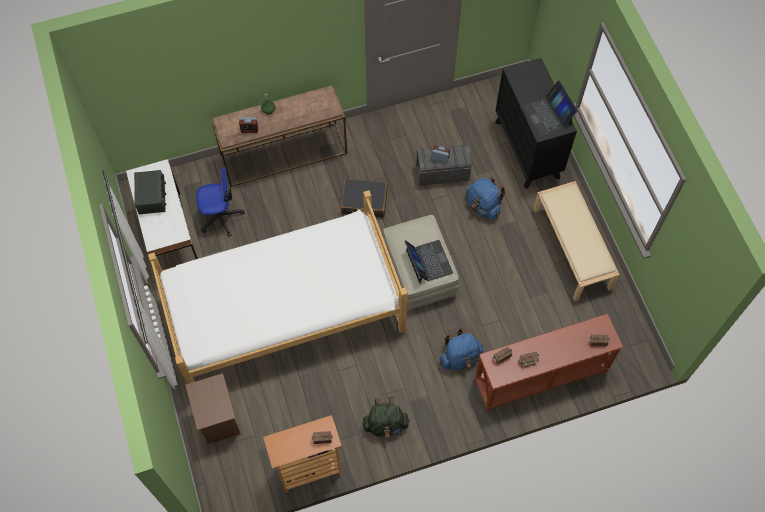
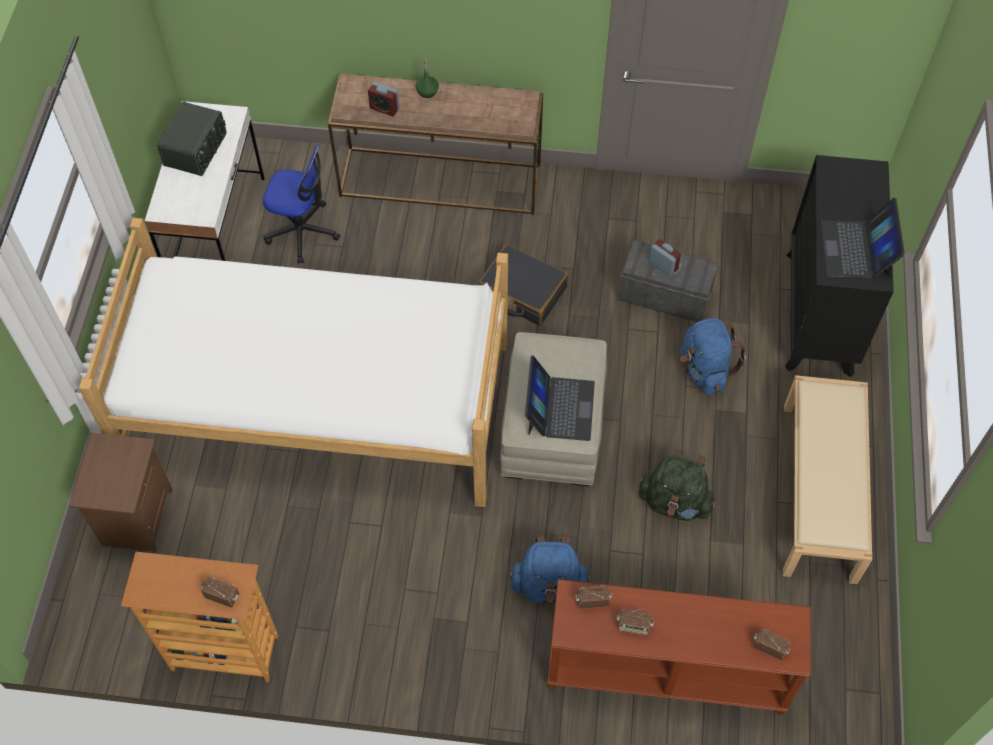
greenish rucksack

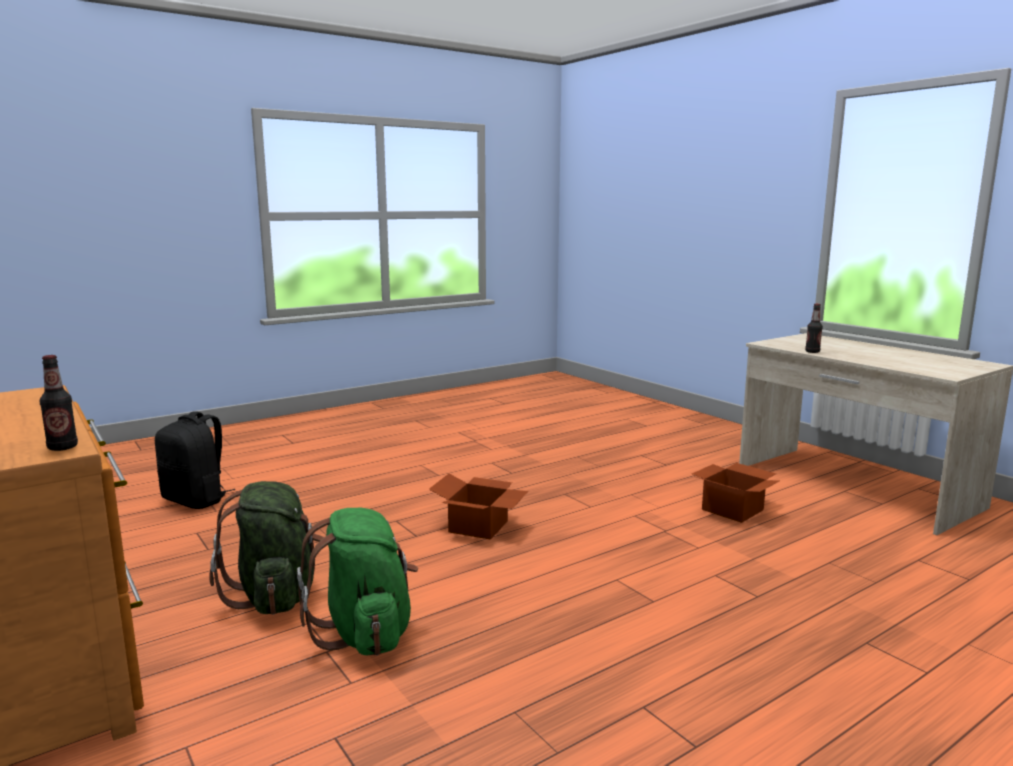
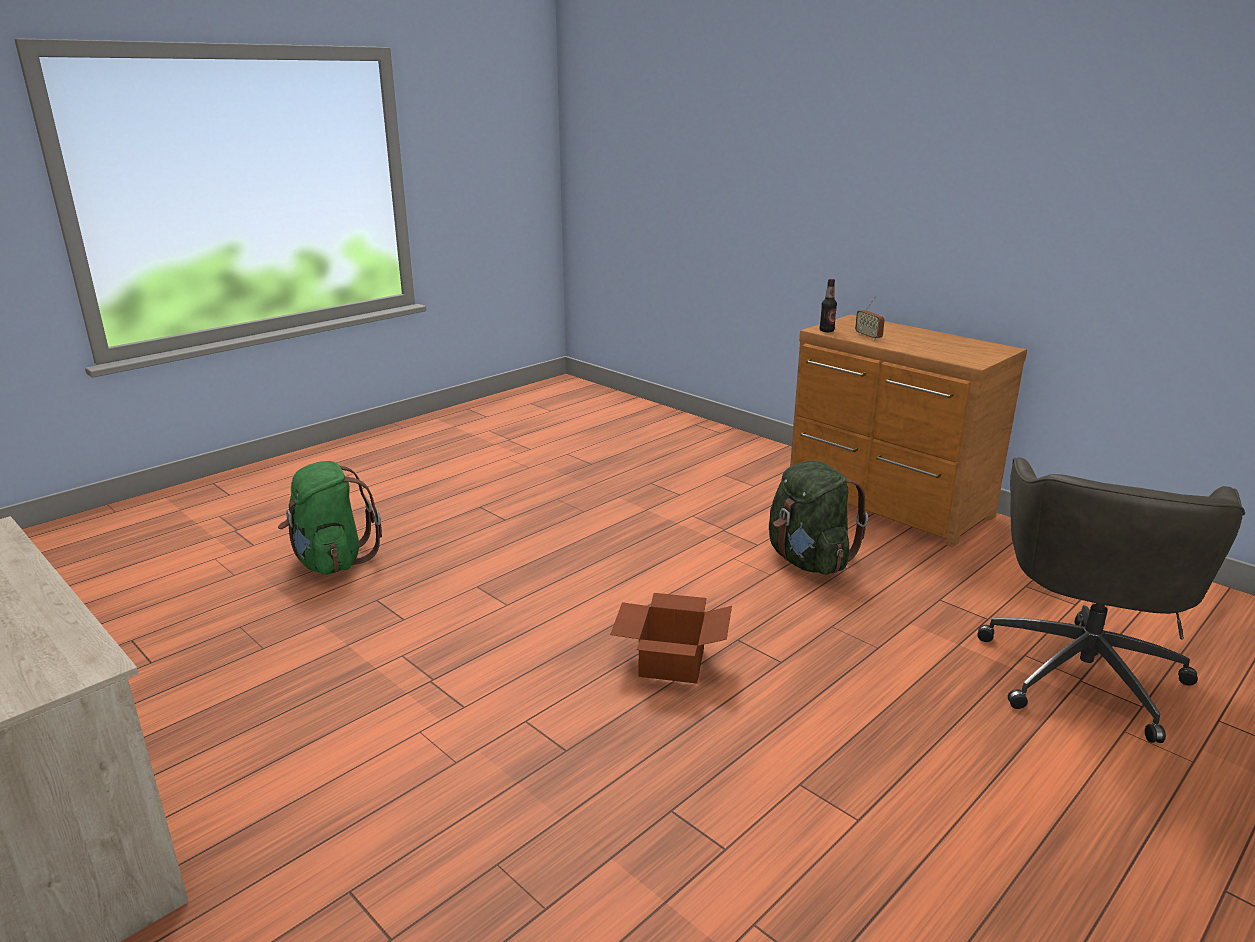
greenish rucksack (no. 1 from left)
radio set
gray desk chair
cardboard box (no. 2 from left in the first image)
drink bottle (no. 2 from left in the first image)

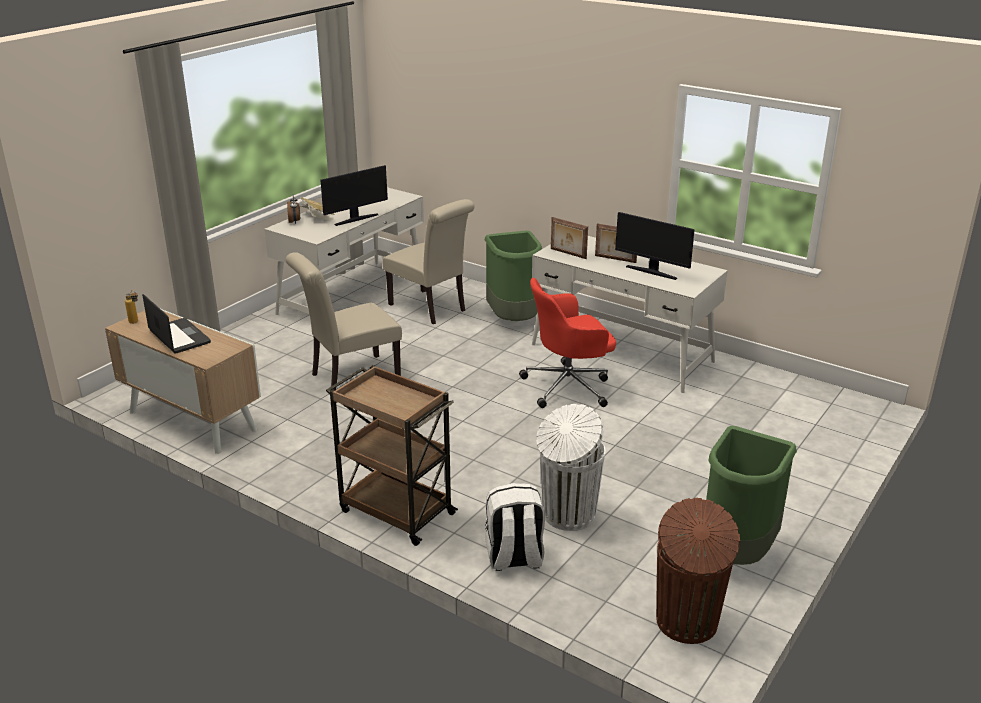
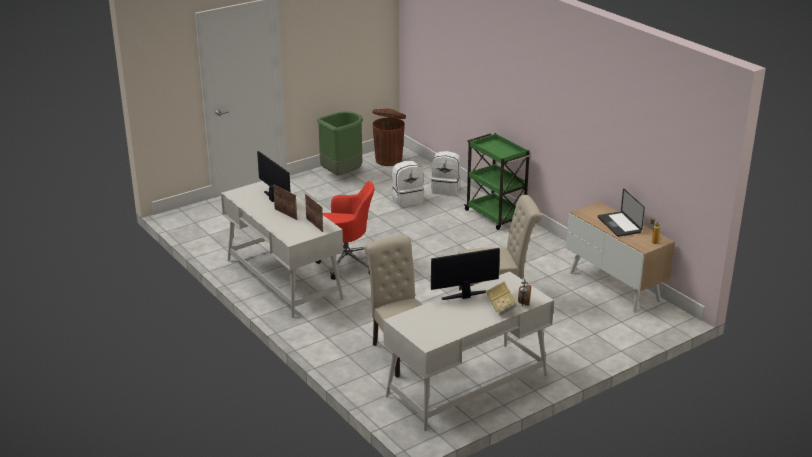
white-coloured rucksack (no. 1 from left)
greenish wheeled cart
greenish waste bin (no. 1 from left in the first image)

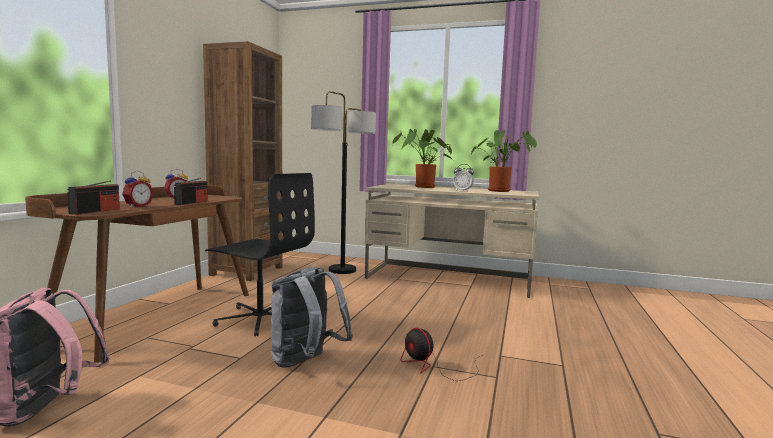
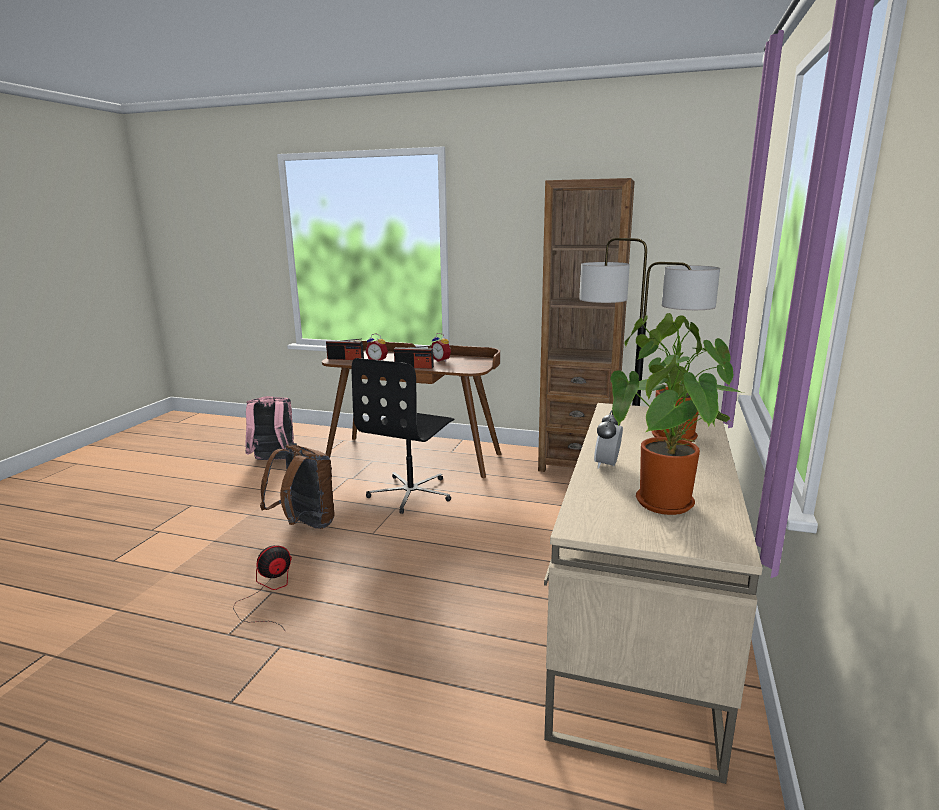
brown-coloured rucksack

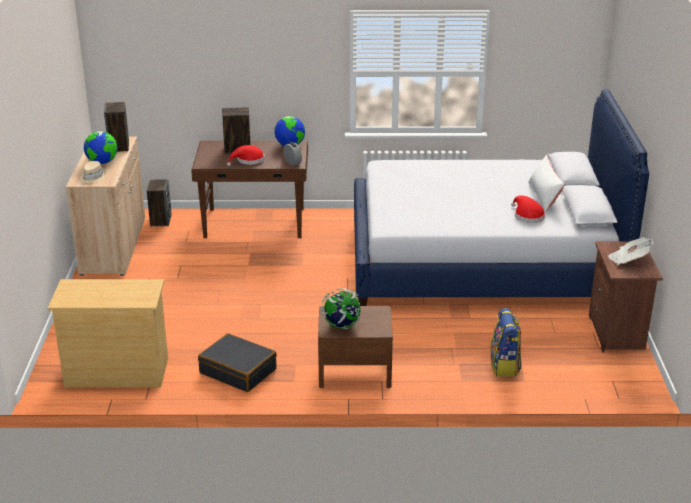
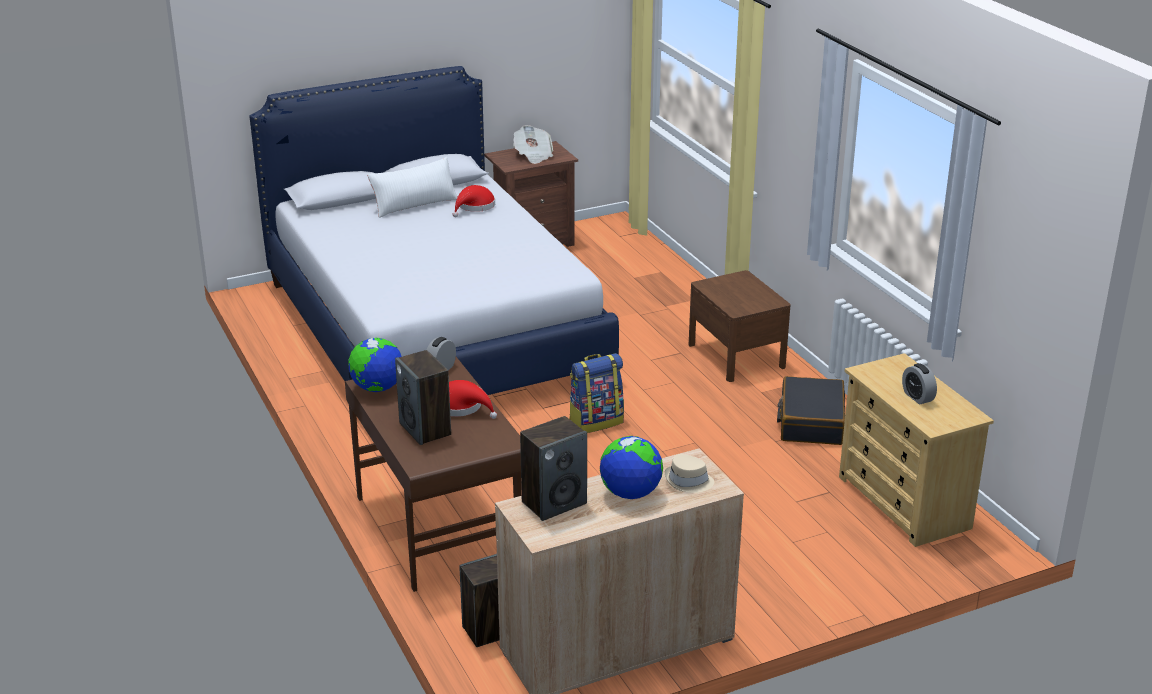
rucksack
bedside clock (no. 2 from left)
globe (no. 3 from left in the first image)

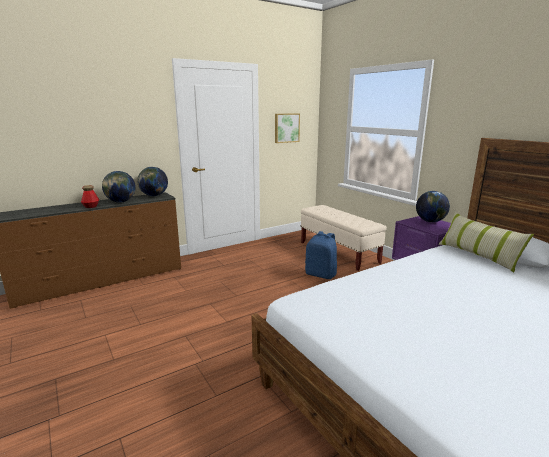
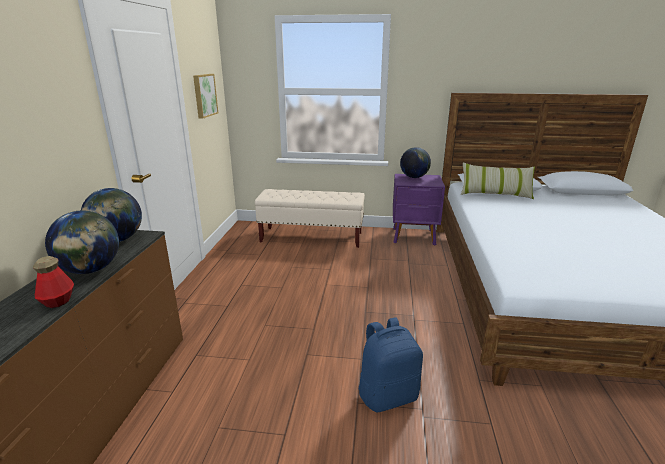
bluish rucksack

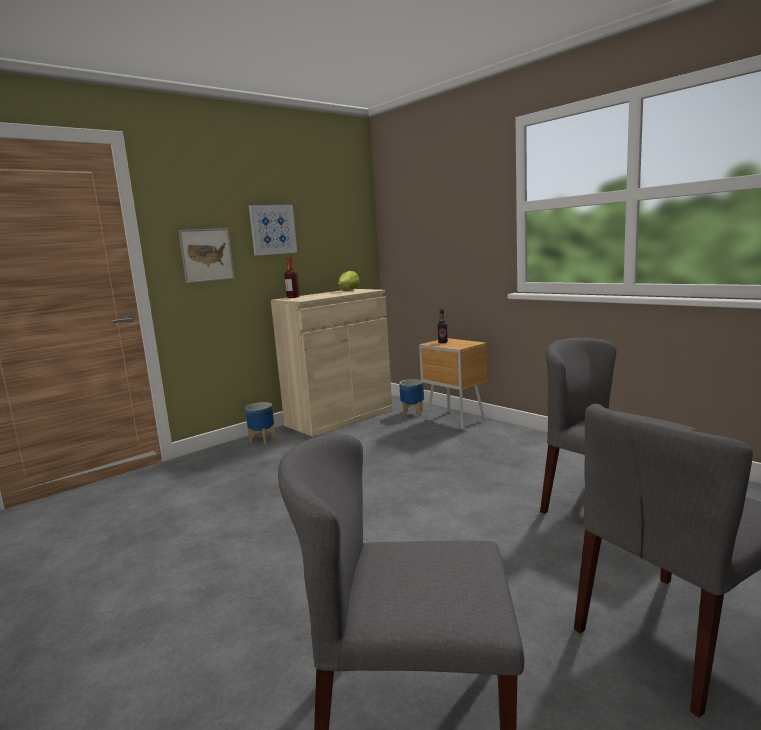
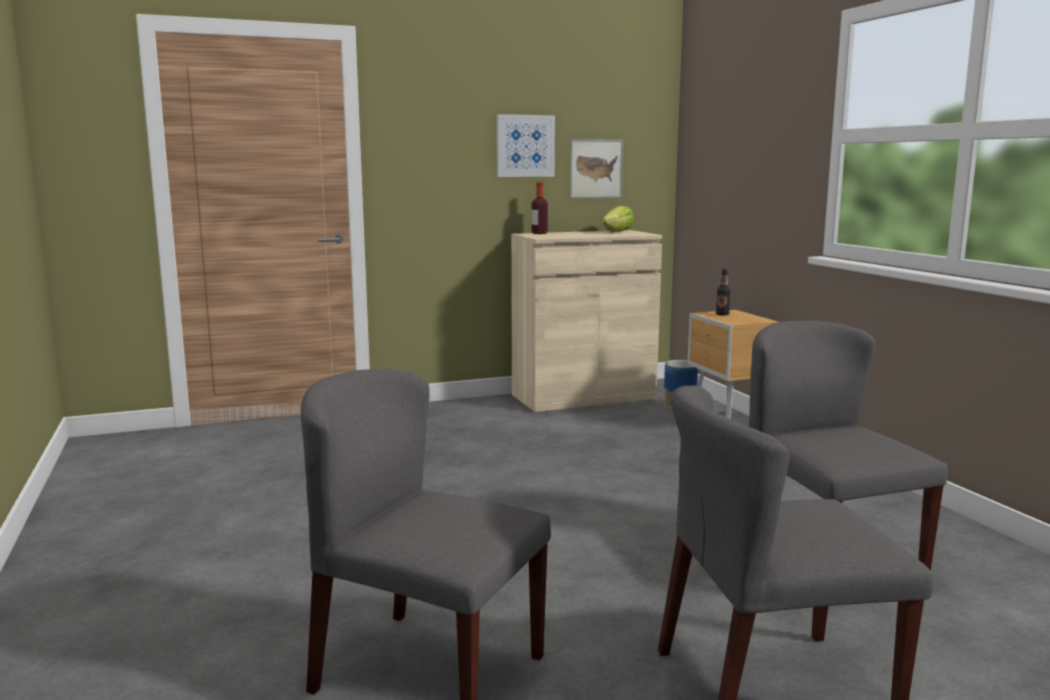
wall art (no. 2 from left)
flower pot (no. 1 from left in the first image)

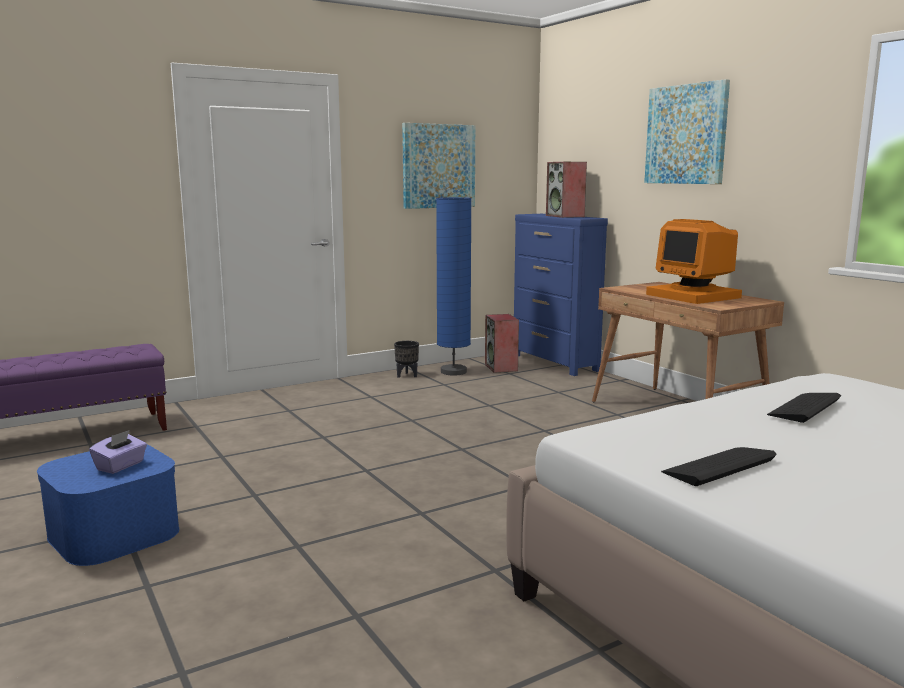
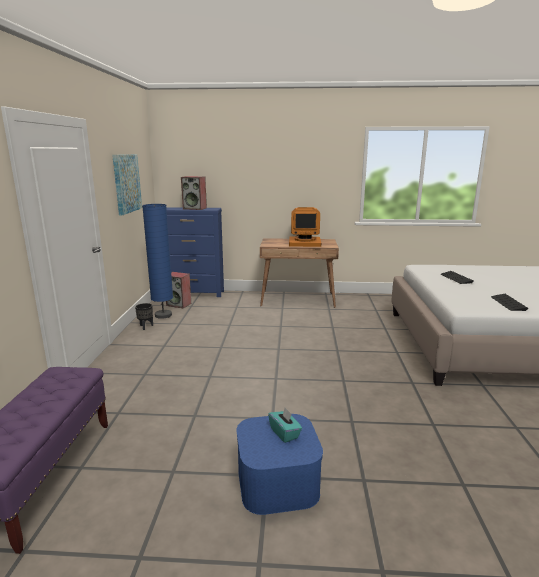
turquoise box of tissues
wall art (no. 2 from left in the first image)

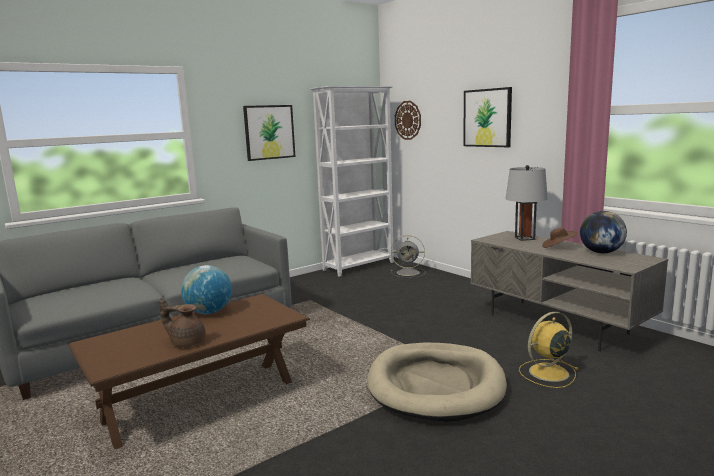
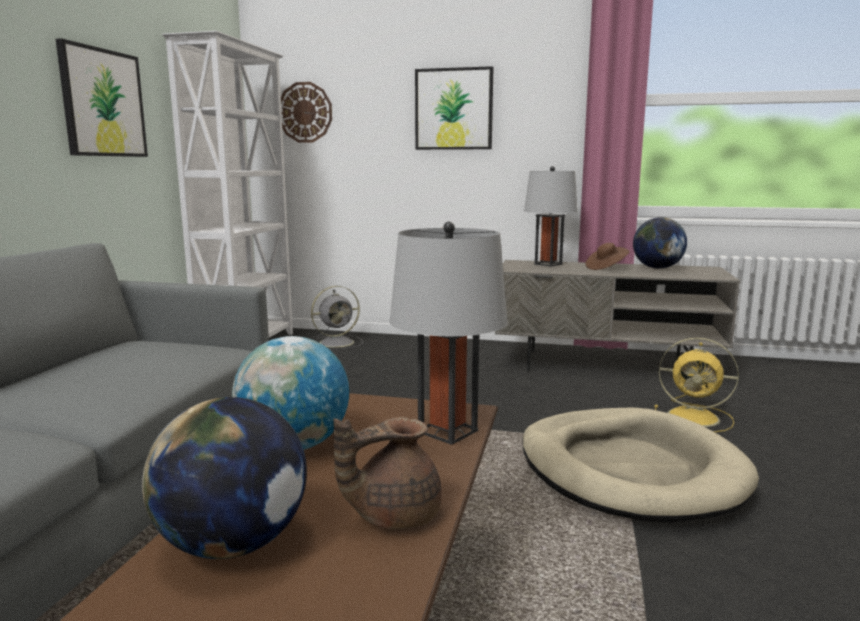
globe (no. 1 from left)
gray table lamp (no. 1 from left)
yellow fan

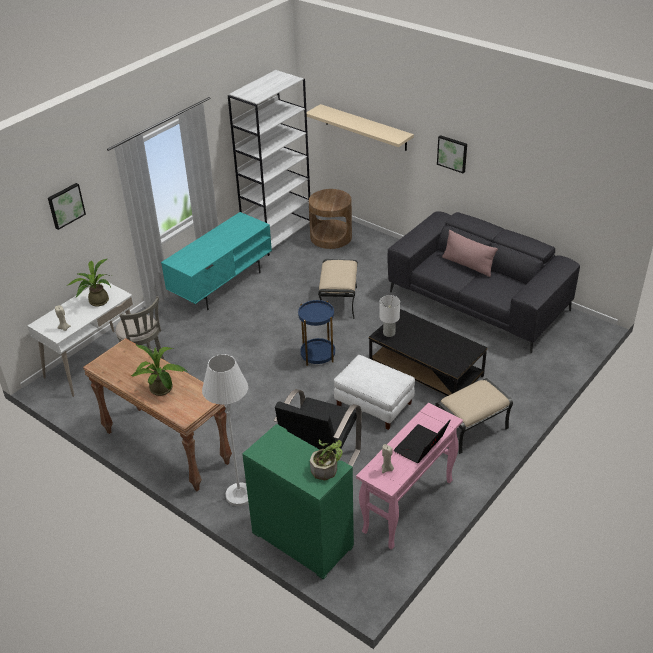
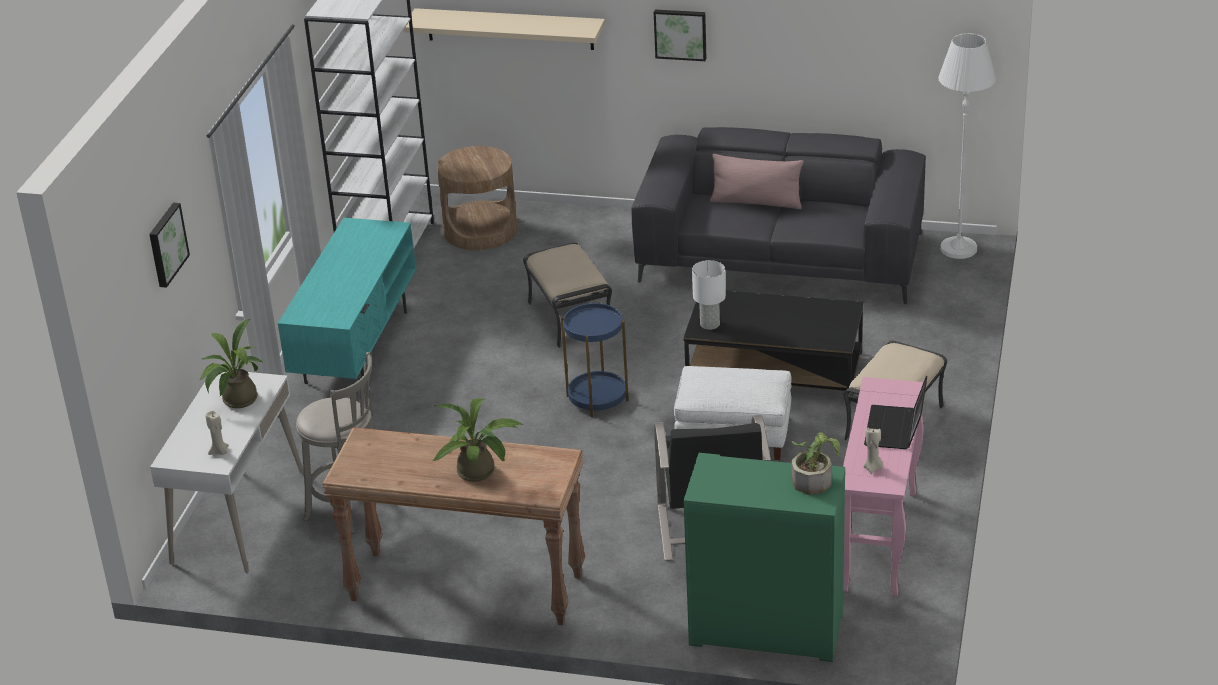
white-coloured standard lamp

